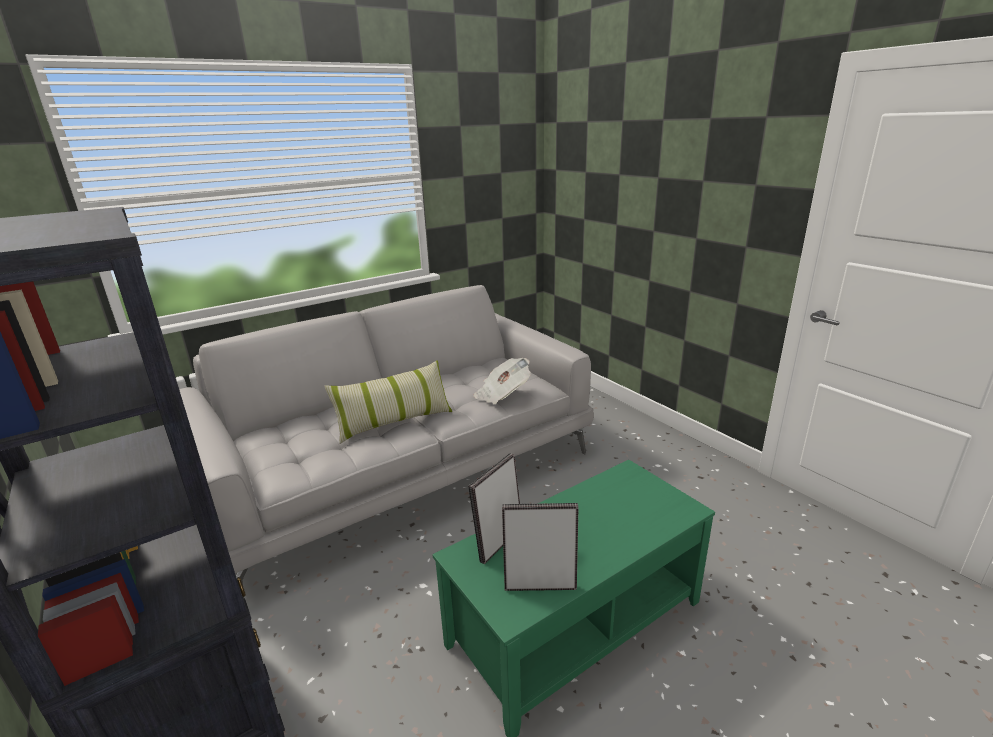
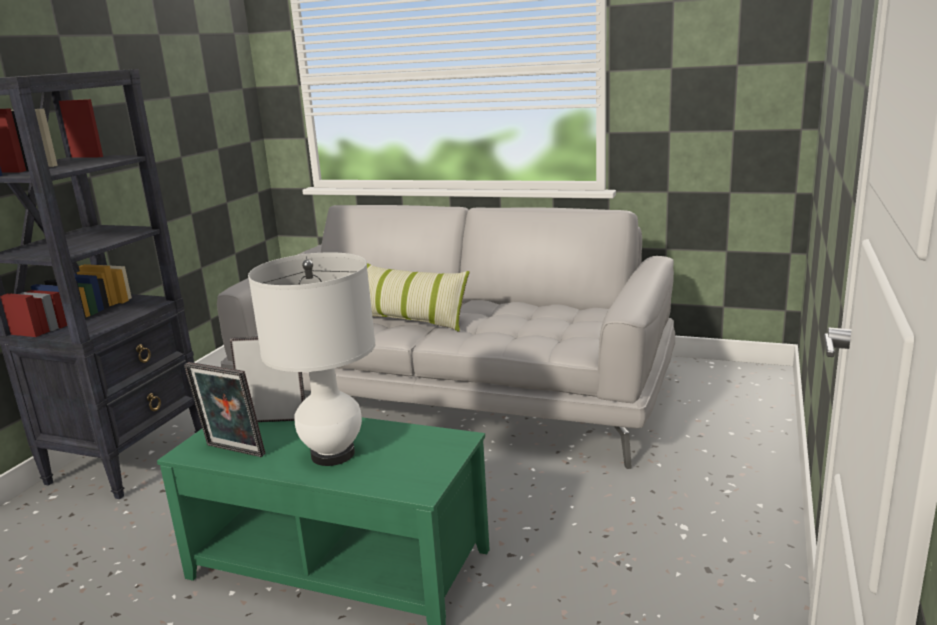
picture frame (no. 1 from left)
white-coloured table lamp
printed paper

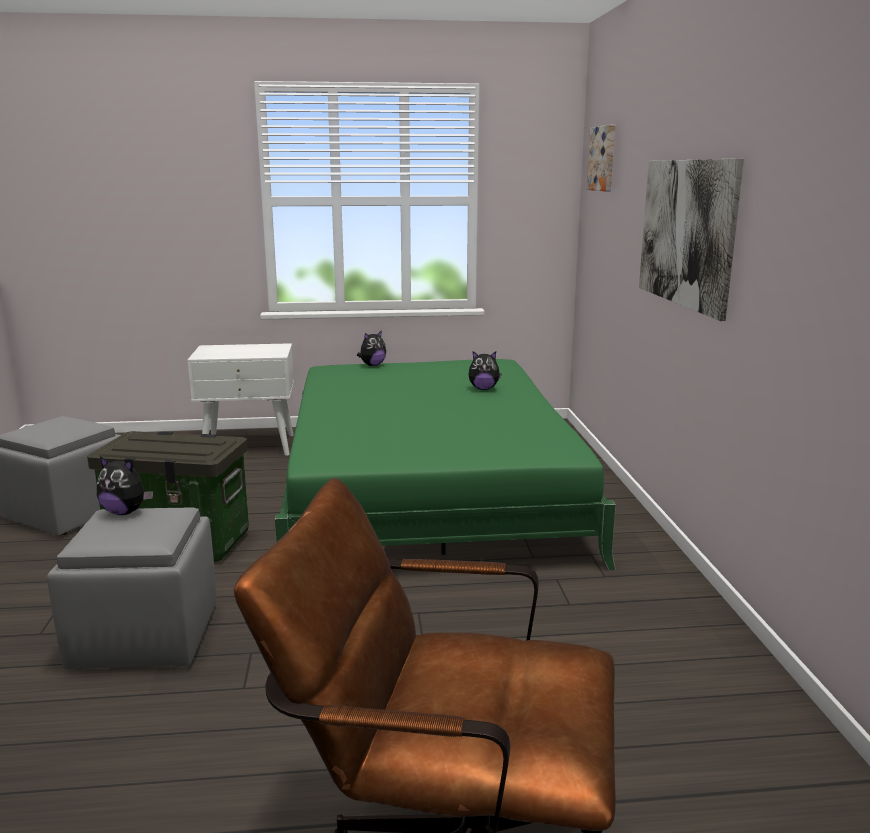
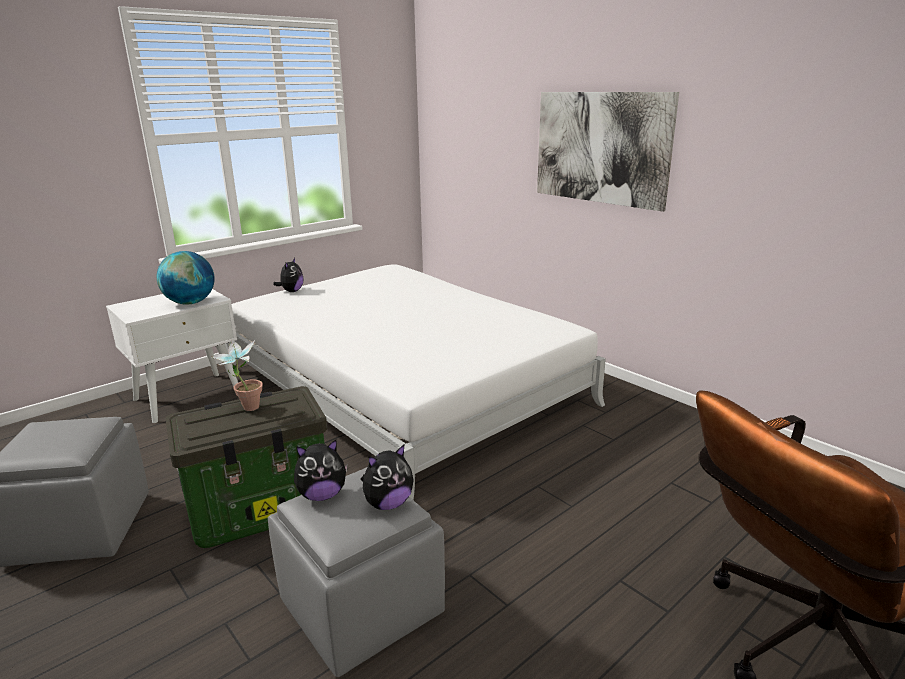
globe
potted plant
white-coloured bed
soft toy (no. 3 from left)
wall art (no. 1 from left in the first image)

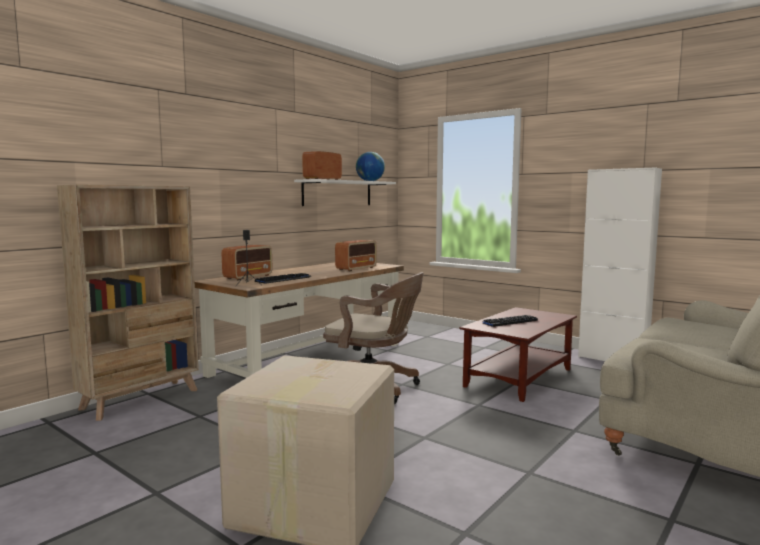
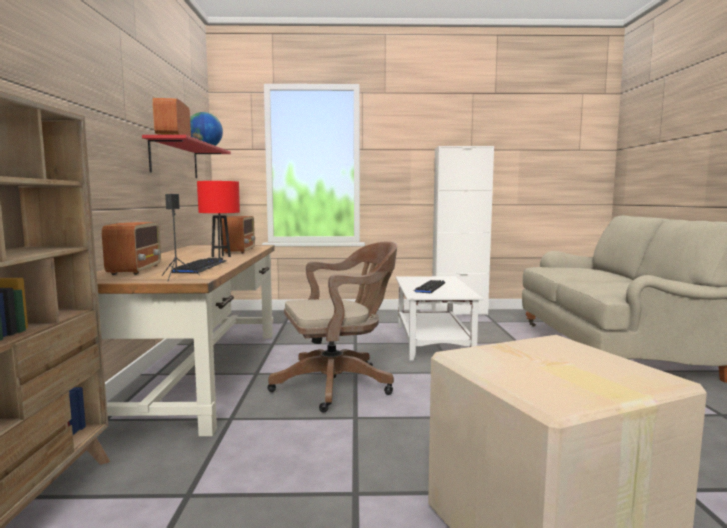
red-coloured bracket shelf
red-coloured table lamp
white-coloured low table

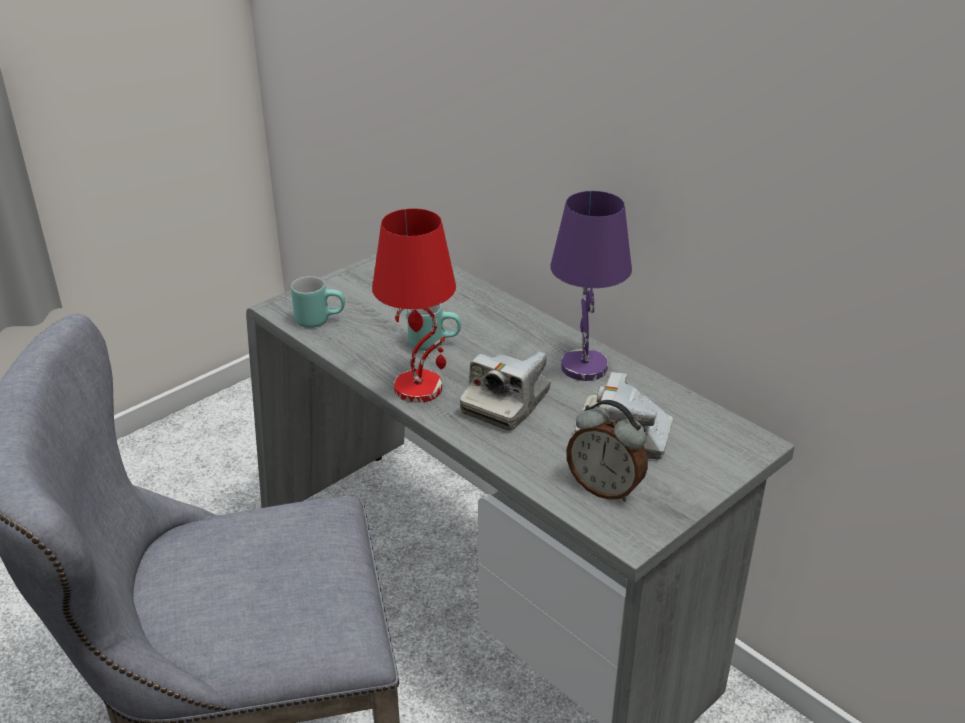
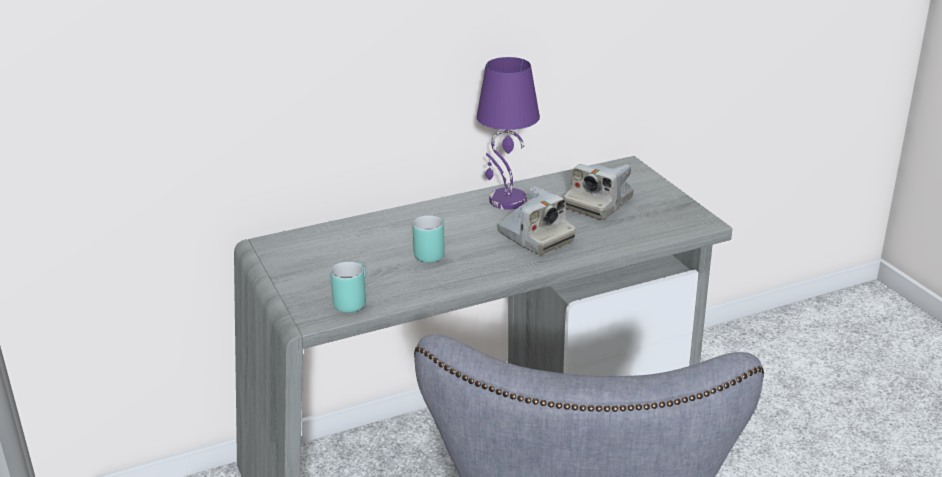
red-coloured table lamp
bedside clock

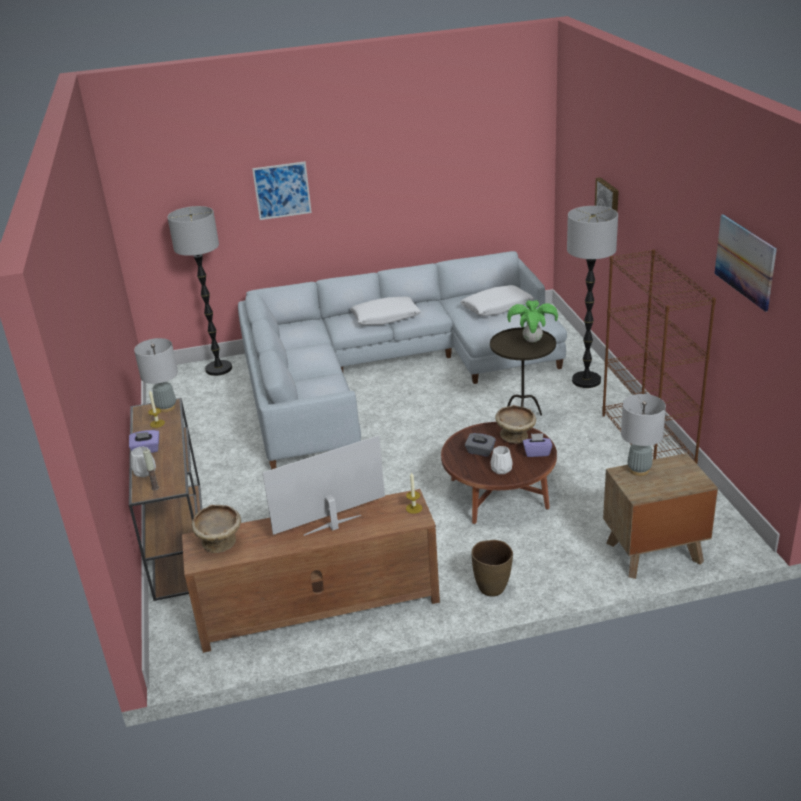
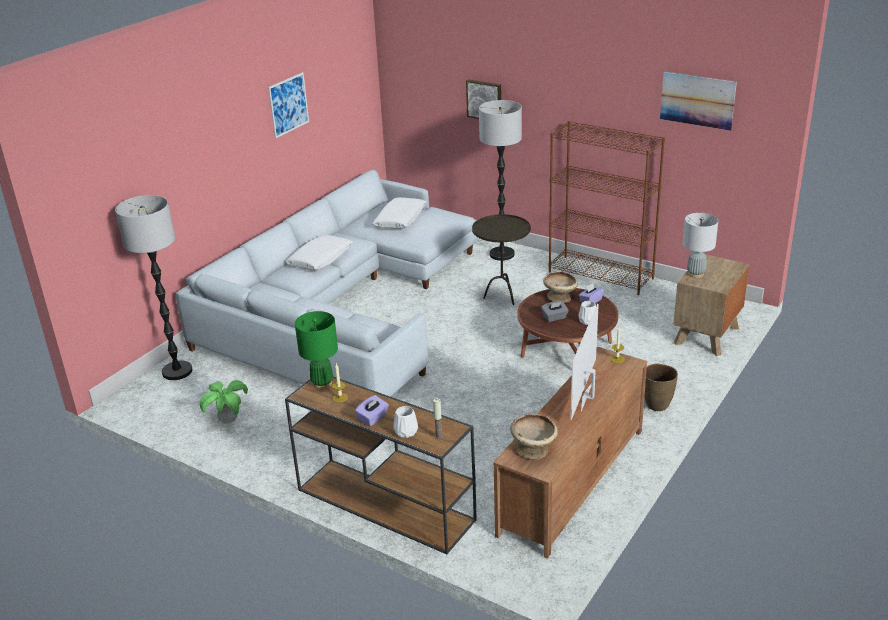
potted plant
wall art (no. 1 from left)
greenish table lamp

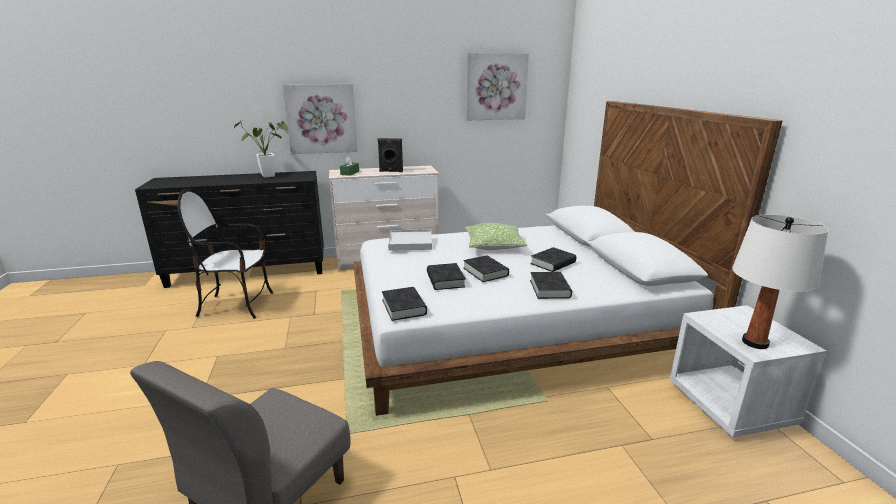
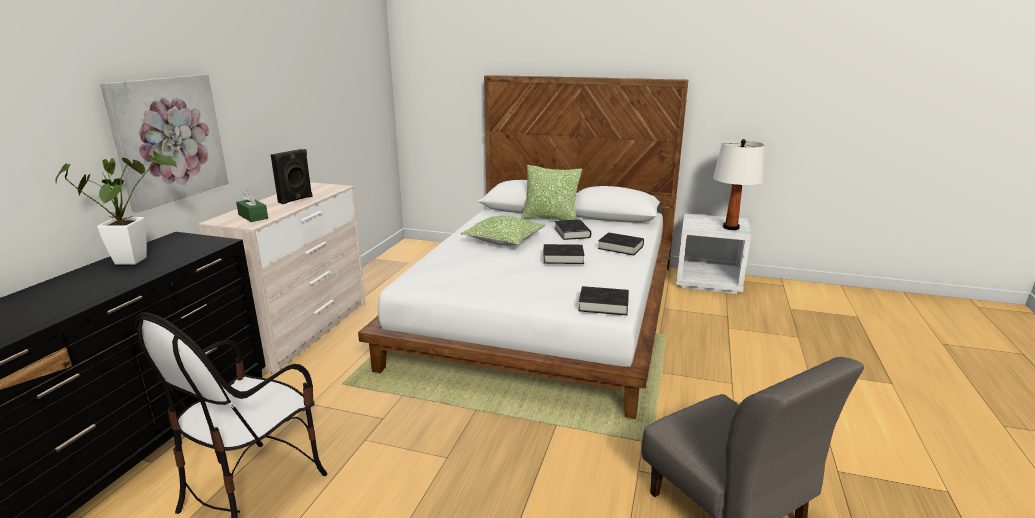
pillow (no. 2 from left)
white-coloured serving tray
blackish bound book (no. 2 from left in the first image)
wall art (no. 2 from left in the first image)

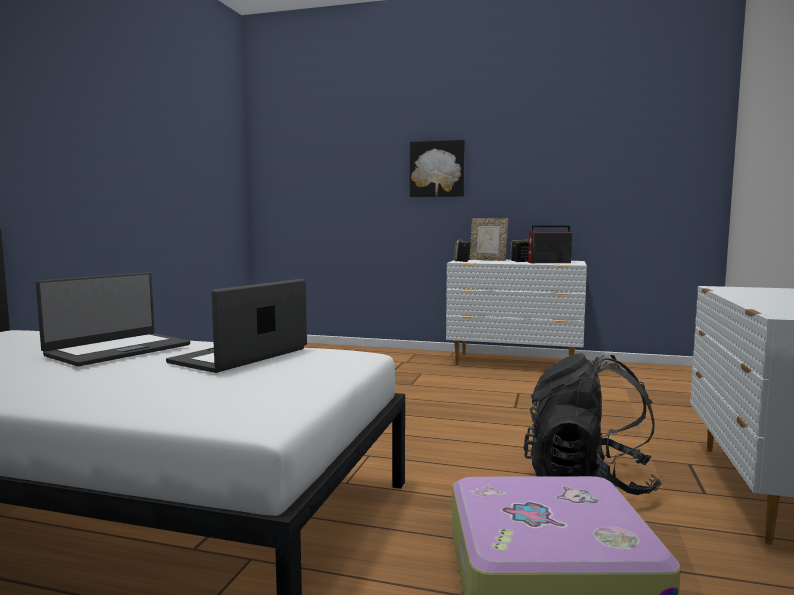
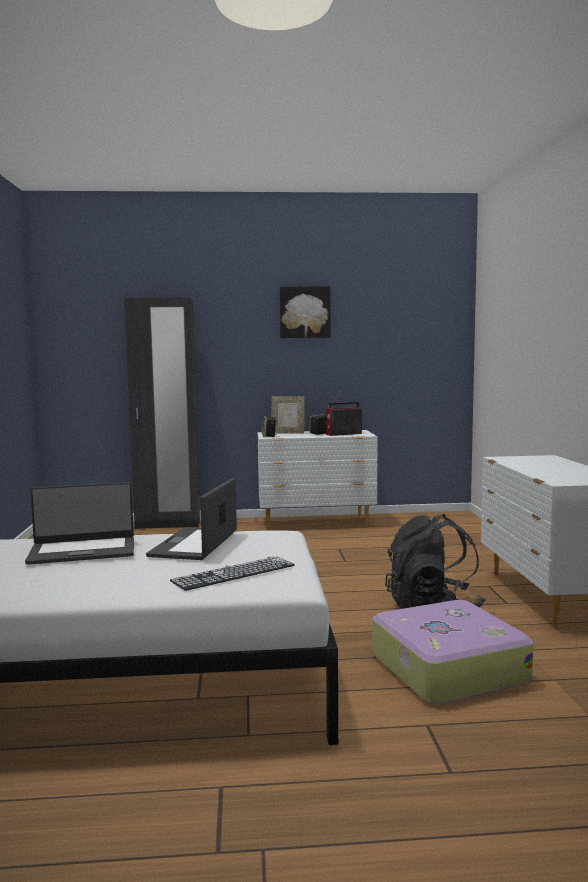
portable computer (no. 1 from left)
blackish armoire
computer keyboard
wall art

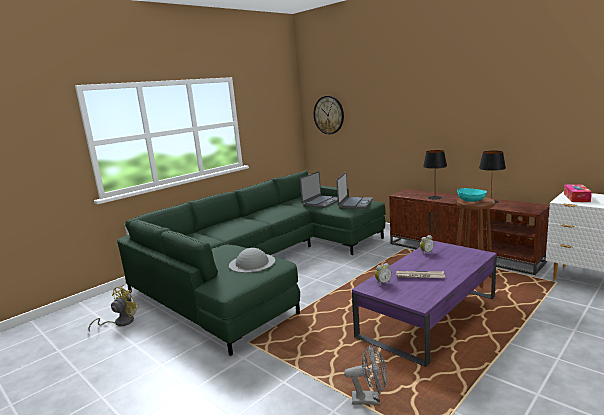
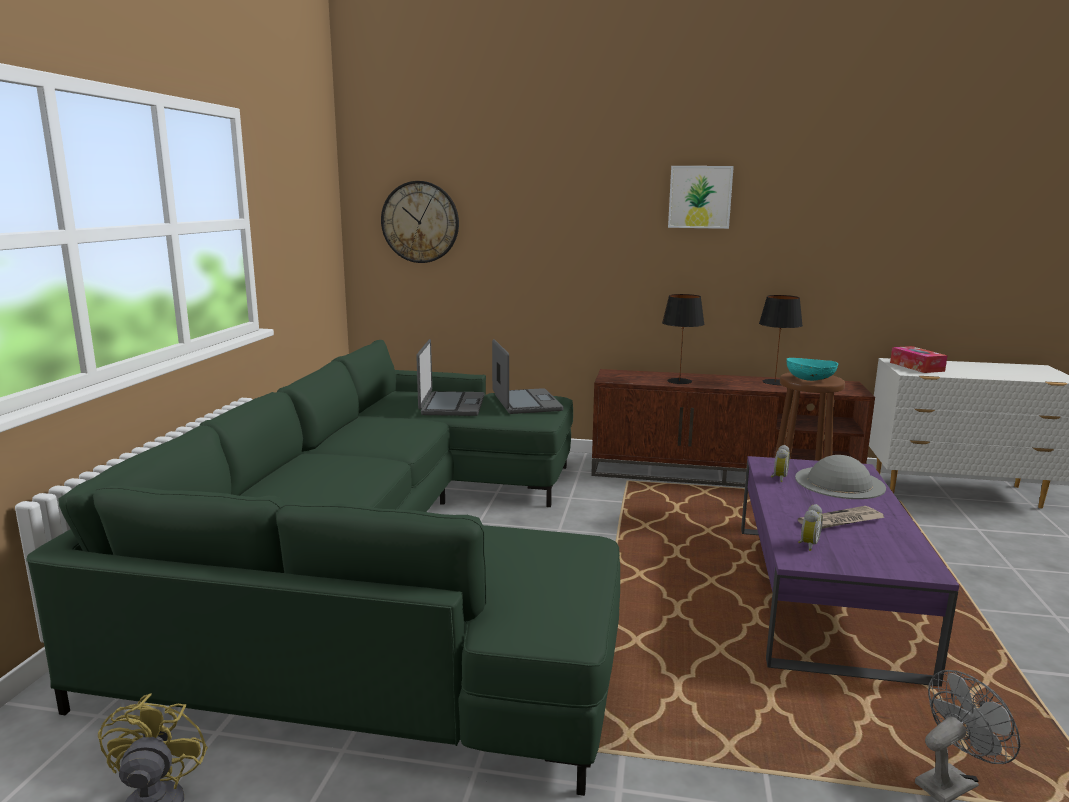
wall art
gray hat

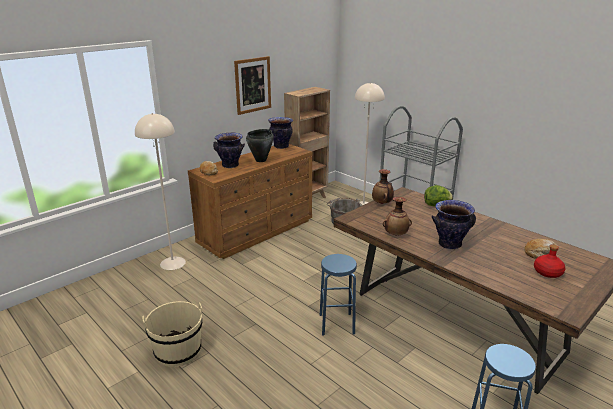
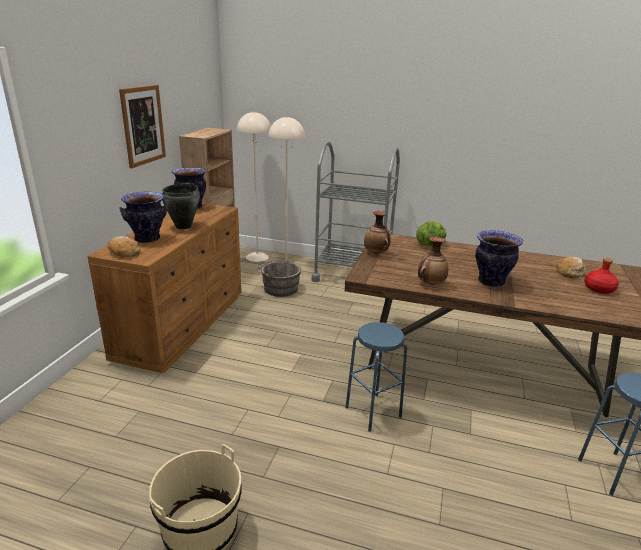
beige-coloured standard lamp (no. 1 from left)

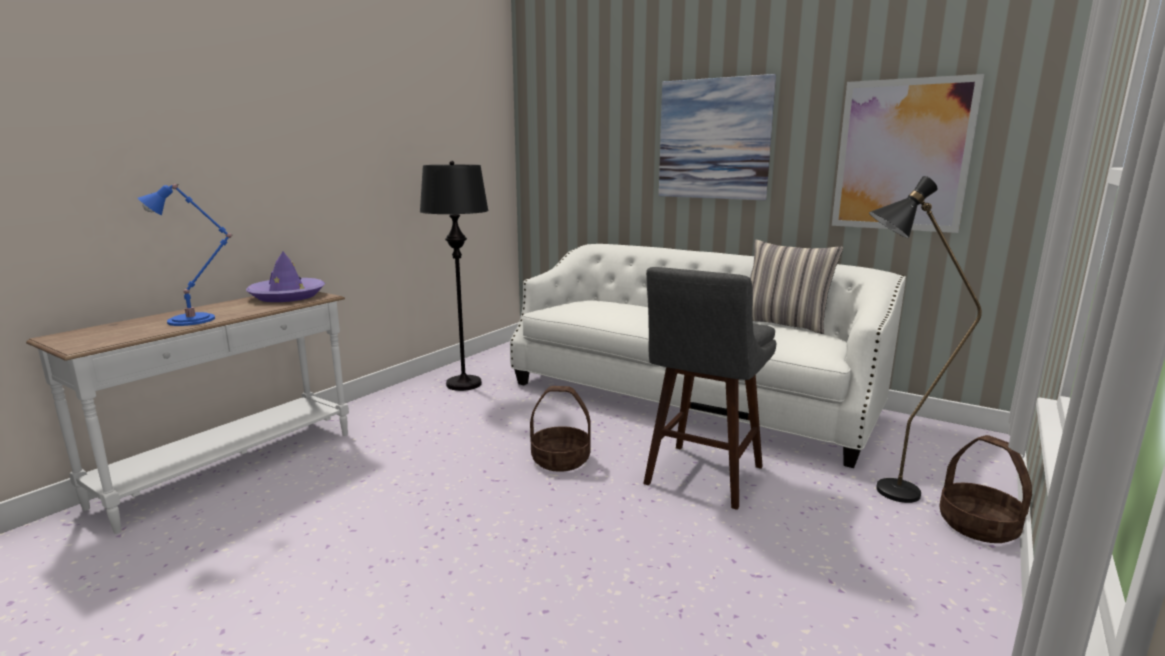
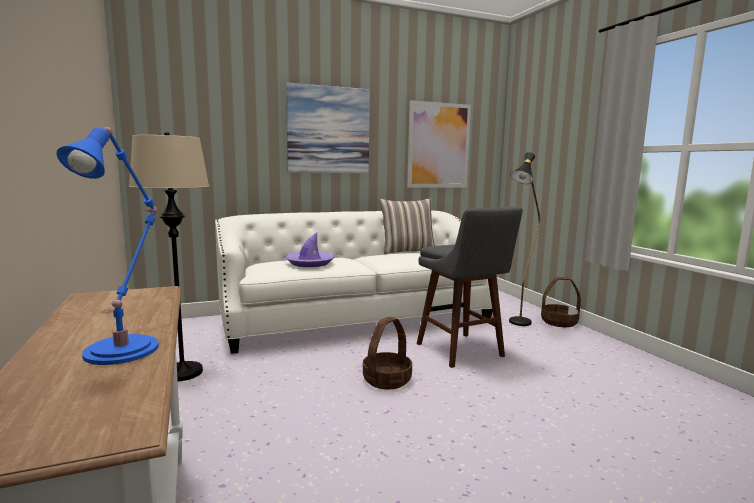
beige-coloured standard lamp
purplish hat

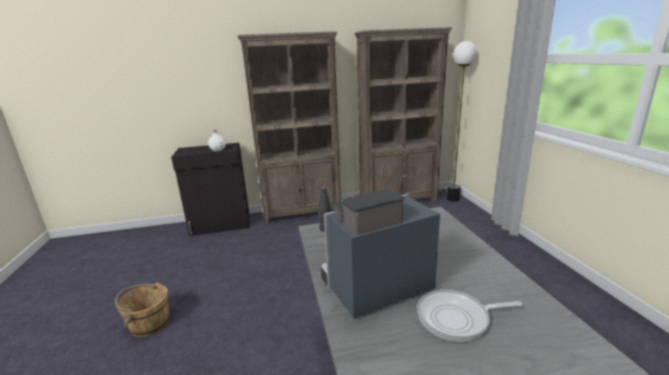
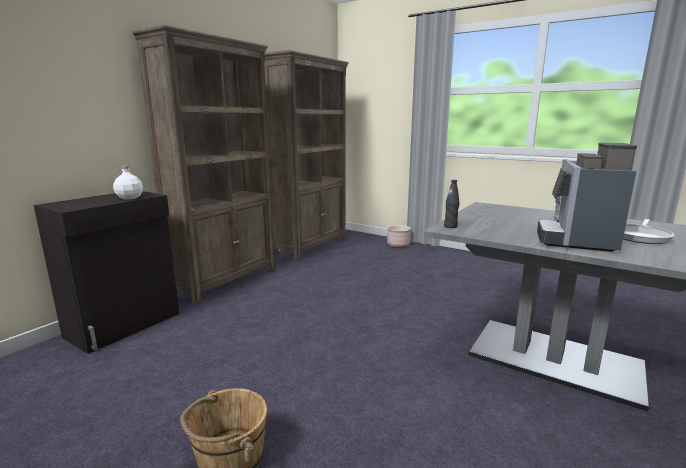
flower pot
standard lamp

